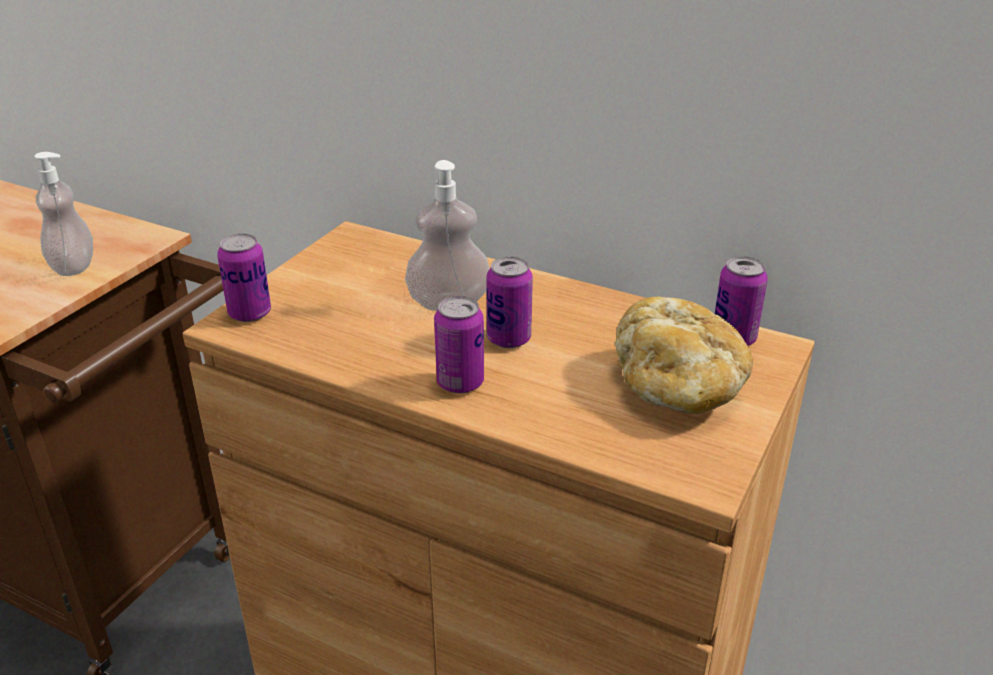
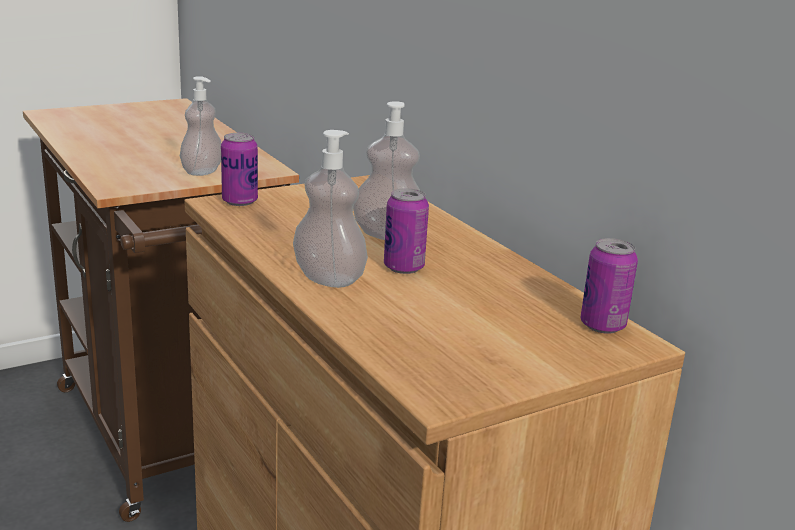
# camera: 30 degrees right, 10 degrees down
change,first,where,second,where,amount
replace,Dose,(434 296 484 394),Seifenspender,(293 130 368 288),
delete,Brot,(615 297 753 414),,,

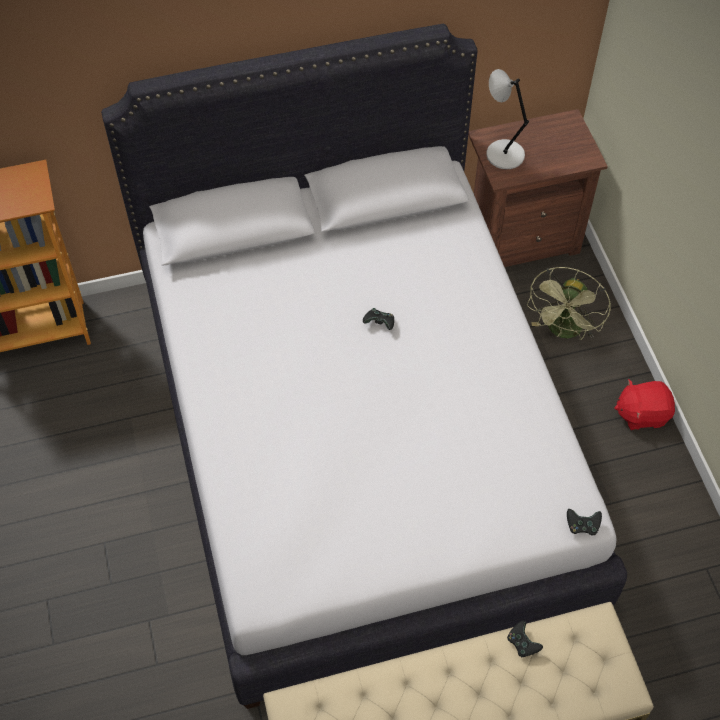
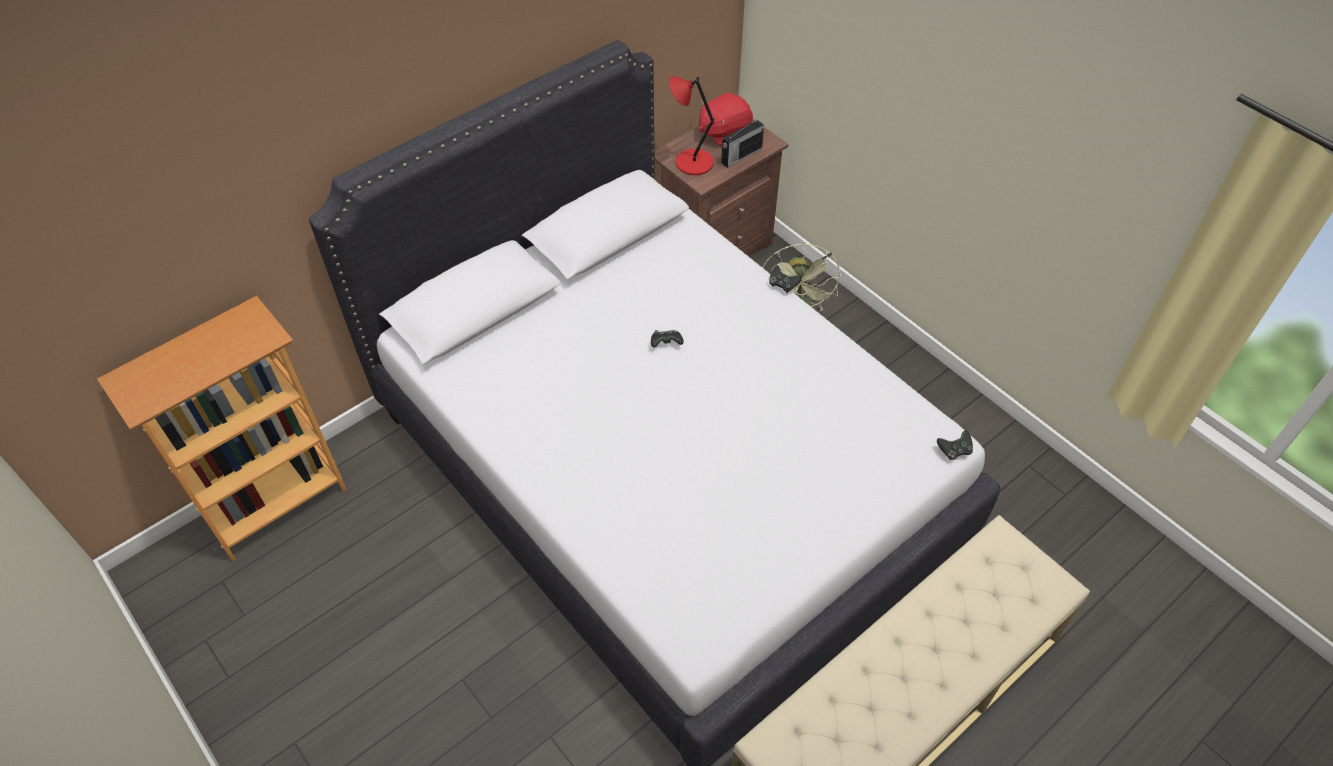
# camera: 25 degrees left, 5 degrees down
change,first,where,second,where,amount
recolor,Tischlampe [grau],(487 69 529 169),Tischlampe [rot],(669 76 714 175),
move,Gamepad [schwarz],(507 620 543 657),,(769 265 802 293),
move,Plüschtier [rot],(615 379 675 430),,(699 93 753 146),
insert,,,Radio,(721 120 764 168),

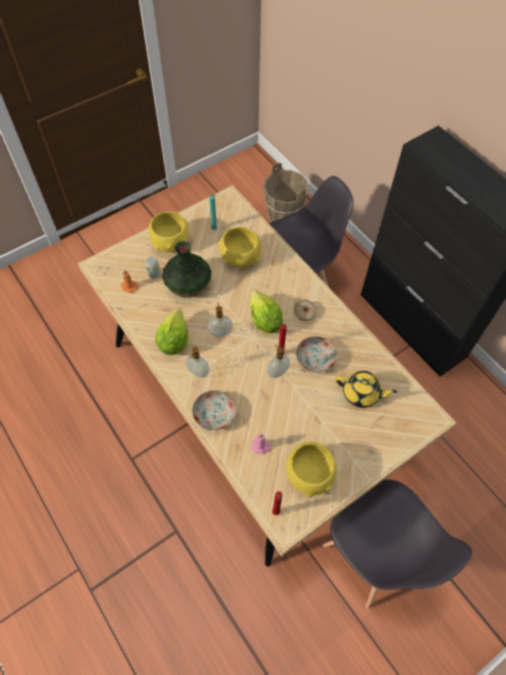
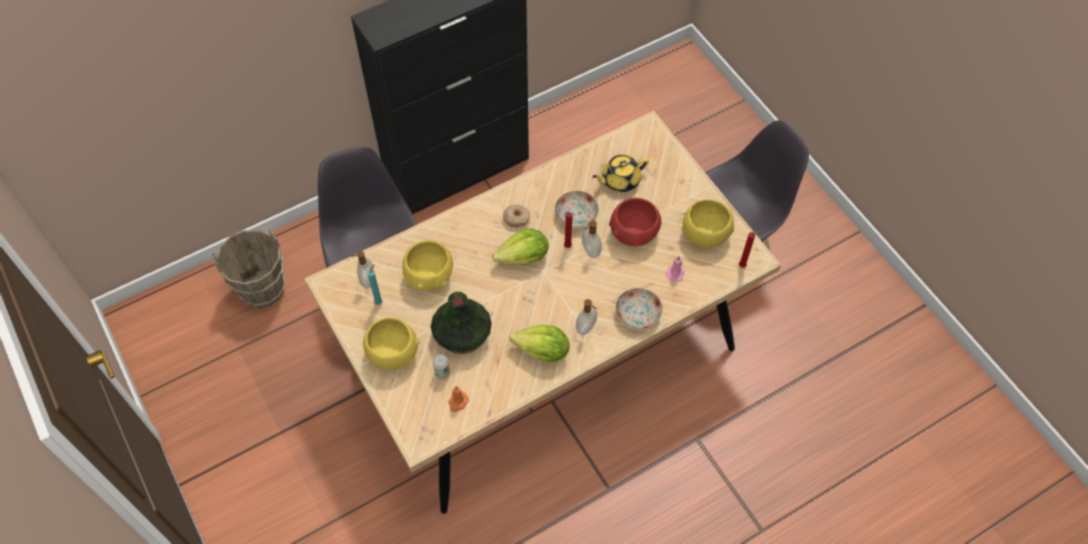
# camera: 85 degrees left, 0 degrees up
change,first,where,second,where,amount
move,Seifenspender,(208 303 233 337),,(351 251 374 289),
rotate,Teekanne [gelb],(335 371 397 408),,(592 155 649 192),135 degrees counterclockwise
insert,,,Schüssel [rot],(609 198 661 247),

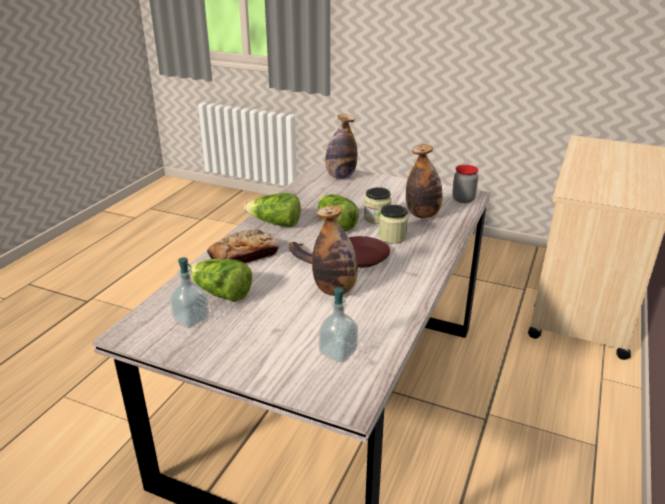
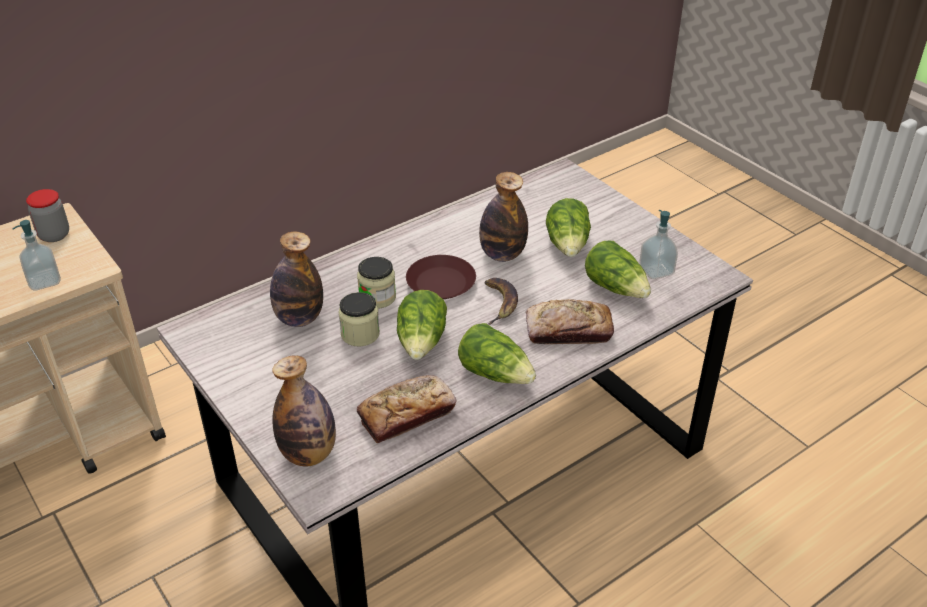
# camera: 150 degrees left, 10 degrees up
change,first,where,second,where,amount
move,Seifenspender,(319 287 358 362),,(12 220 61 291),
move,Vorratsglas,(452 165 478 203),,(26 189 69 242),
insert,,,Brot,(357 375 456 443),
insert,,,Salatkopf,(546 198 591 257),

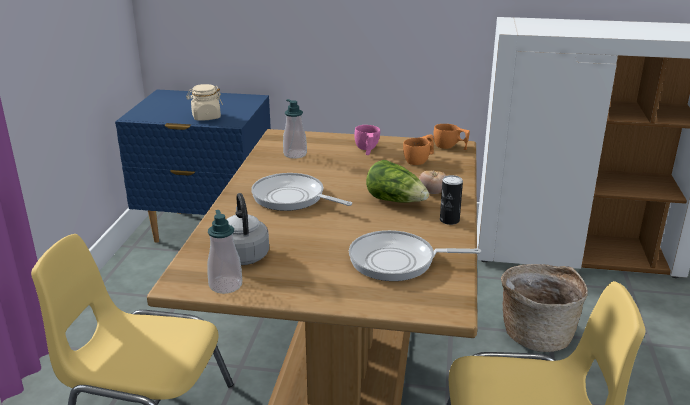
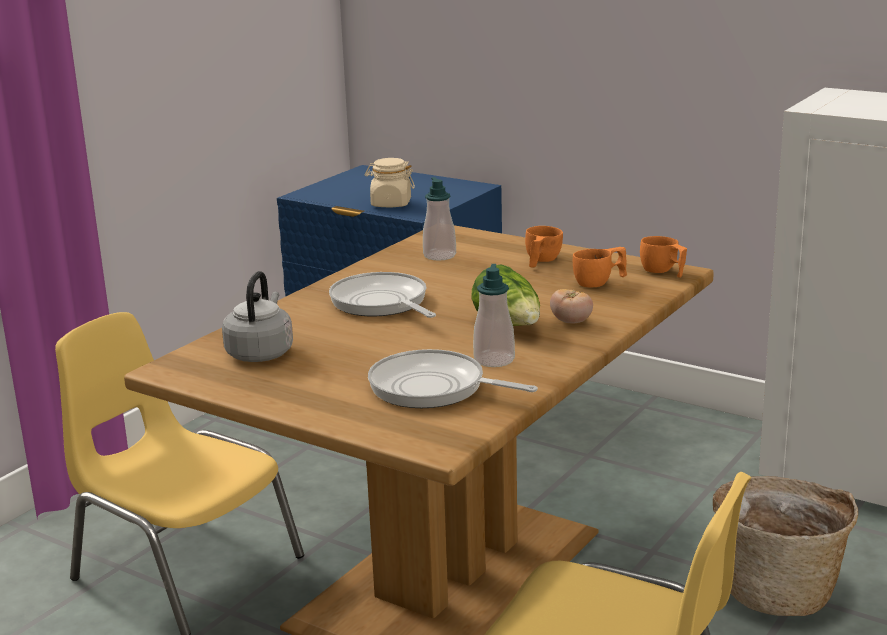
# camera: 25 degrees right, 5 degrees down
change,first,where,second,where,amount
move,Seifenspender,(207 210 242 294),,(473 264 515 367),
recolor,Tasse [rosa],(354 125 380 155),Tasse [orange],(525 226 563 268),
delete,Dose,(440 175 463 225),,,

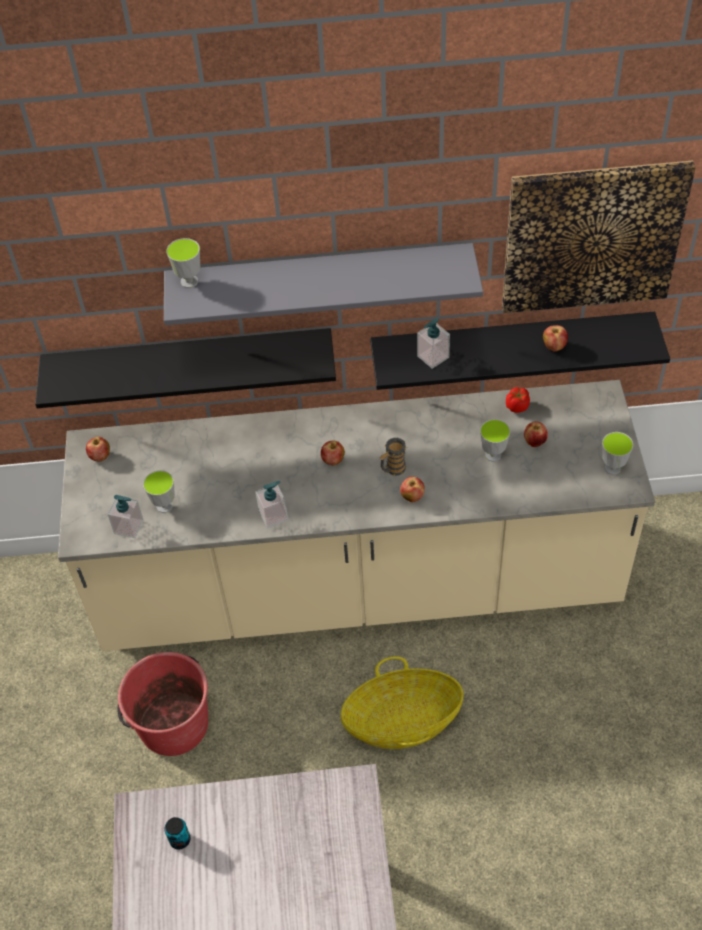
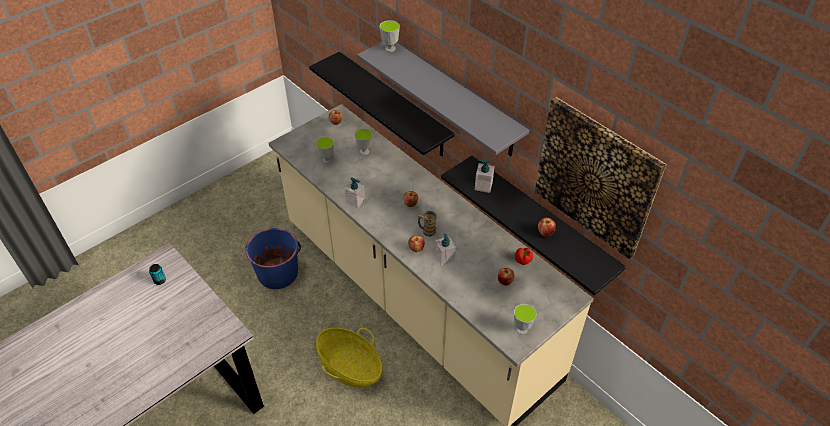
# camera: 50 degrees right, 5 degrees down
change,first,where,second,where,amount
move,Seifenspender,(108 495 144 538),,(435 233 456 265),
recolor,Eimer [rot],(118 652 208 756),Eimer [blau],(245 228 301 289),
move,Tasse,(480 419 510 462),,(354 128 372 155),

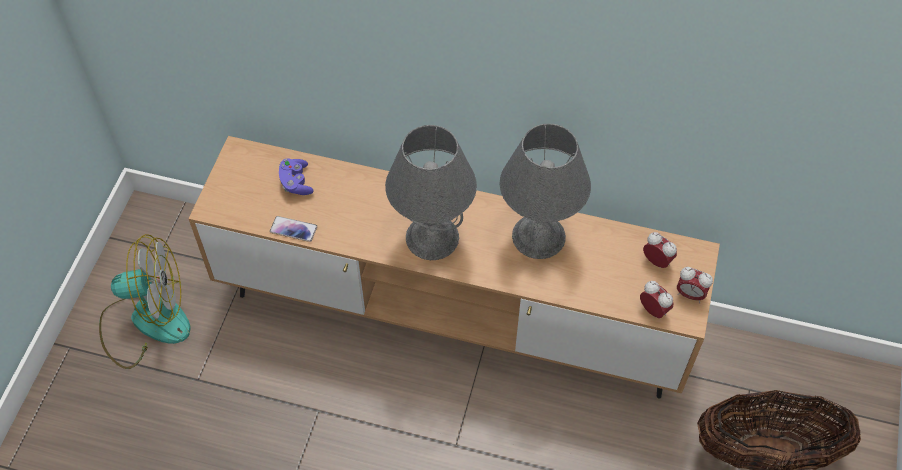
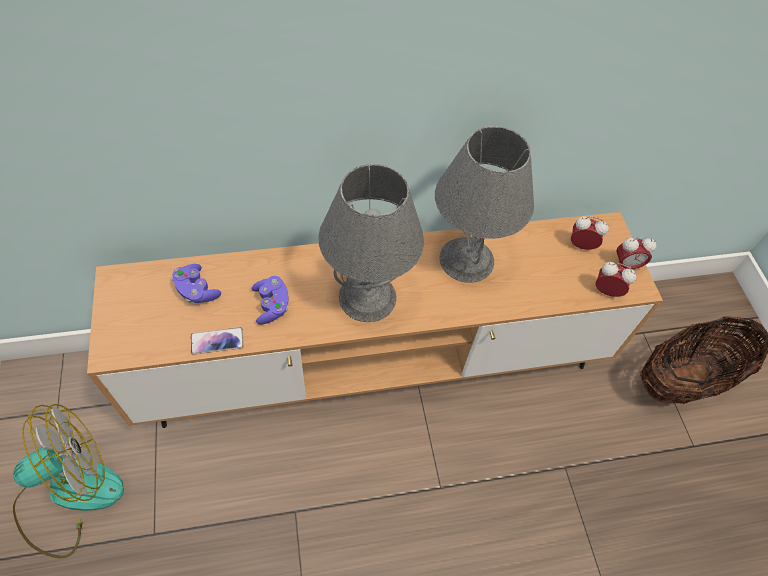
# camera: 30 degrees left, 0 degrees up
change,first,where,second,where,amount
insert,,,Gamepad [lila],(252 276 289 324),

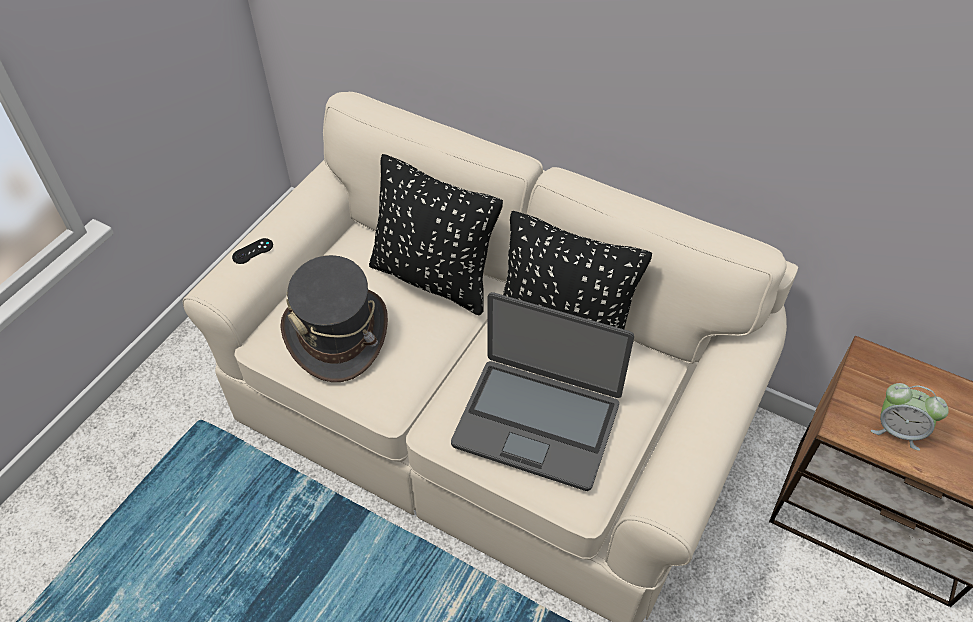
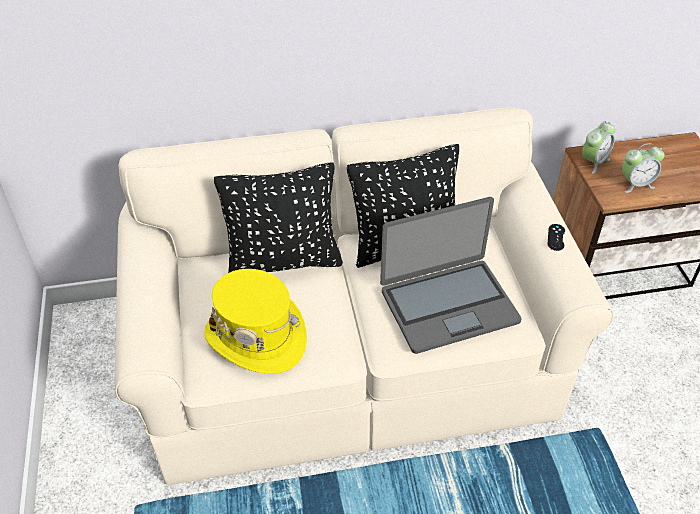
# camera: 40 degrees left, 5 degrees down
change,first,where,second,where,amount
move,Gamepad [schwarz],(232 238 273 264),,(548 224 565 251),
recolor,Hut [grau],(280 255 388 382),Hut [gelb],(204 269 307 374),
insert,,,Wecker,(582 121 615 173),

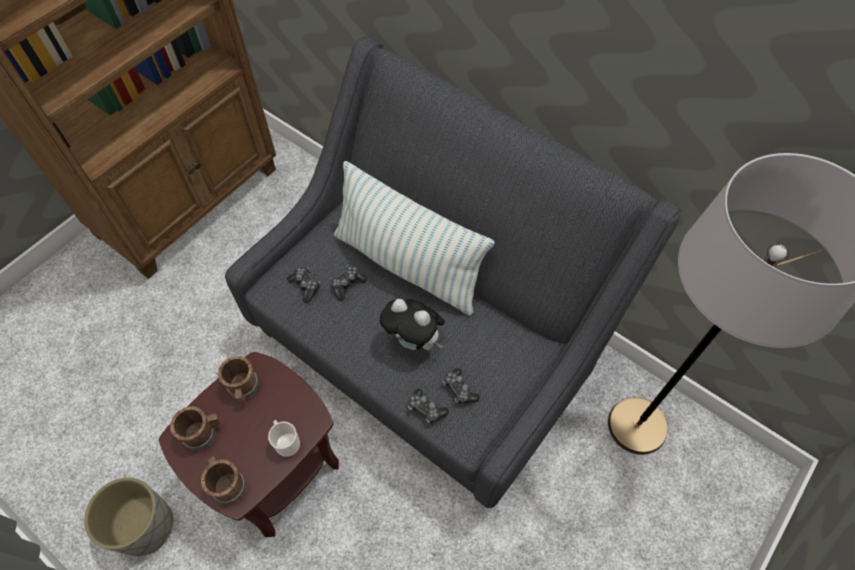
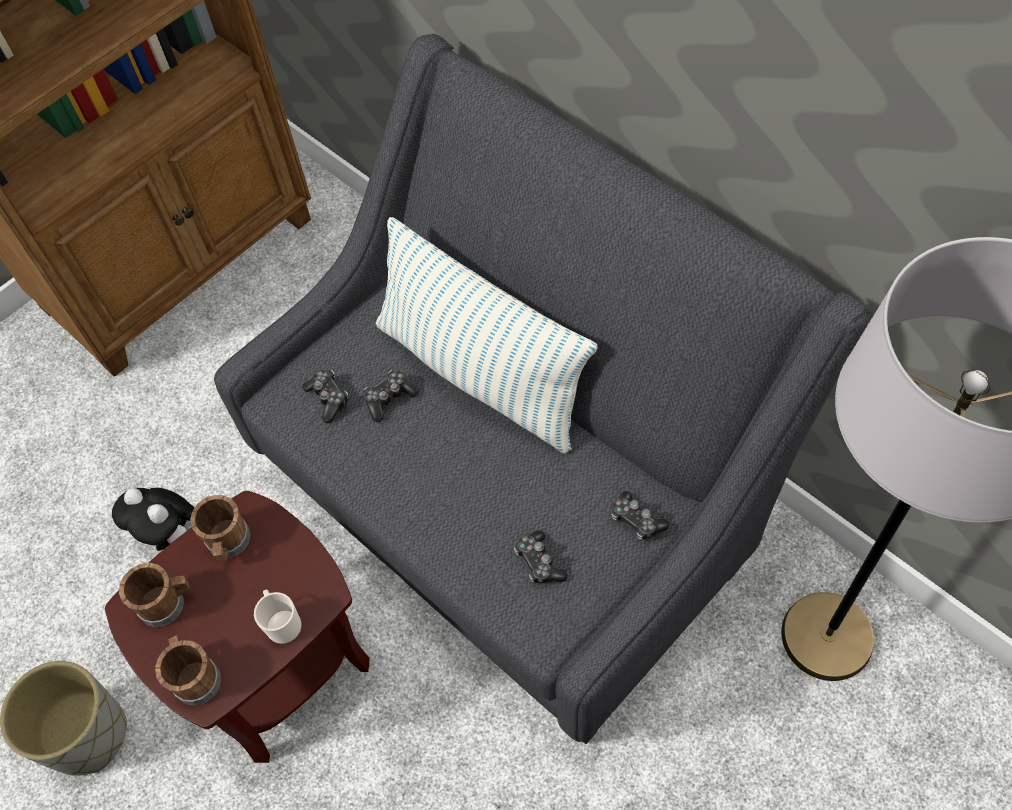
# camera: 10 degrees right, 0 degrees up
change,first,where,second,where,amount
move,Plüschtier,(380 299 445 350),,(112 488 194 551),
move,Gamepad,(408 389 449 424),,(611 491 669 540),

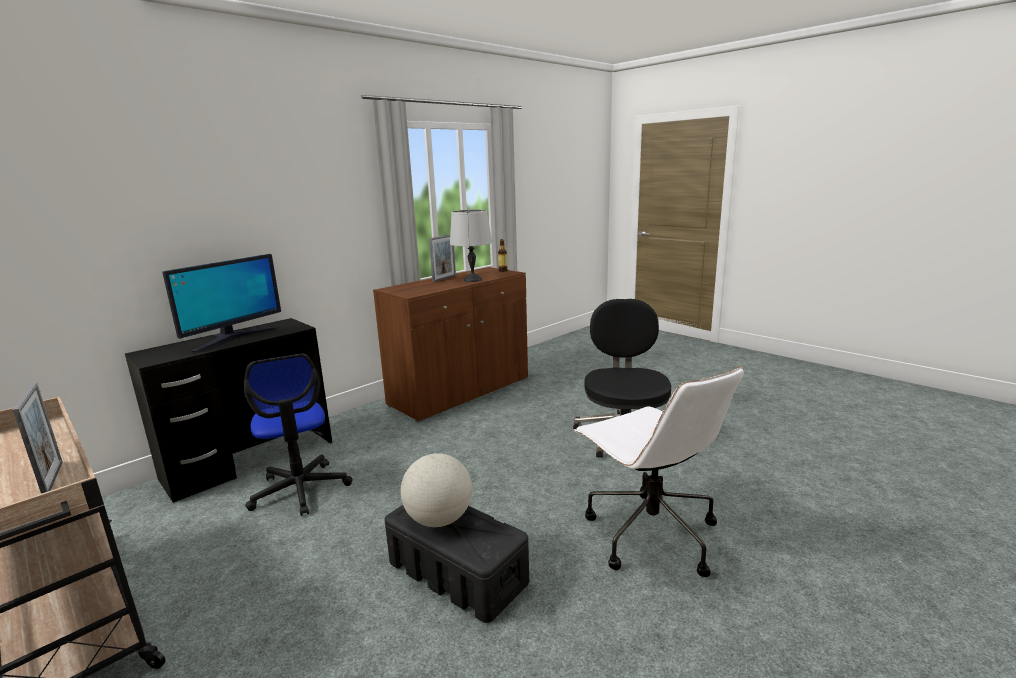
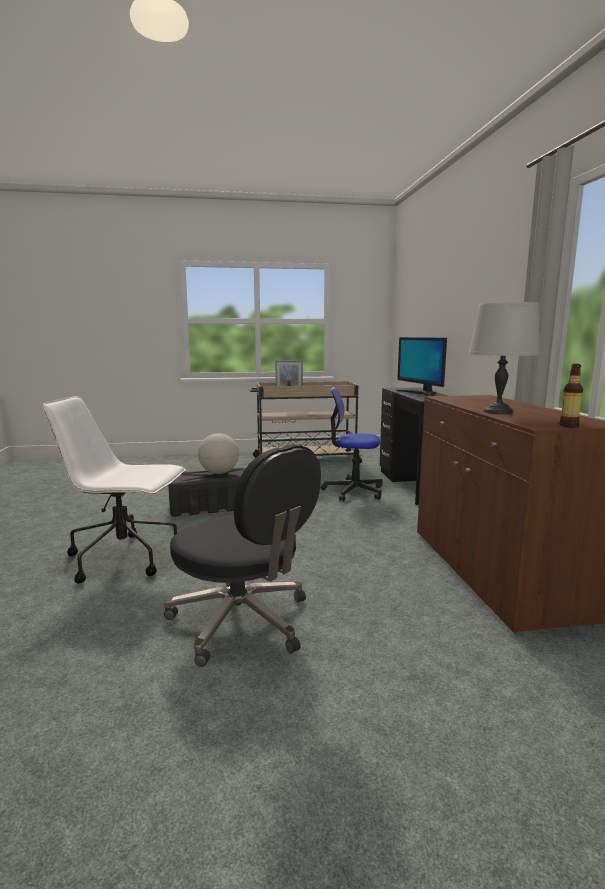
# camera: 125 degrees right, 5 degrees down
change,first,where,second,where,amount
delete,Bilderrahmen,(429 235 456 282),,,

